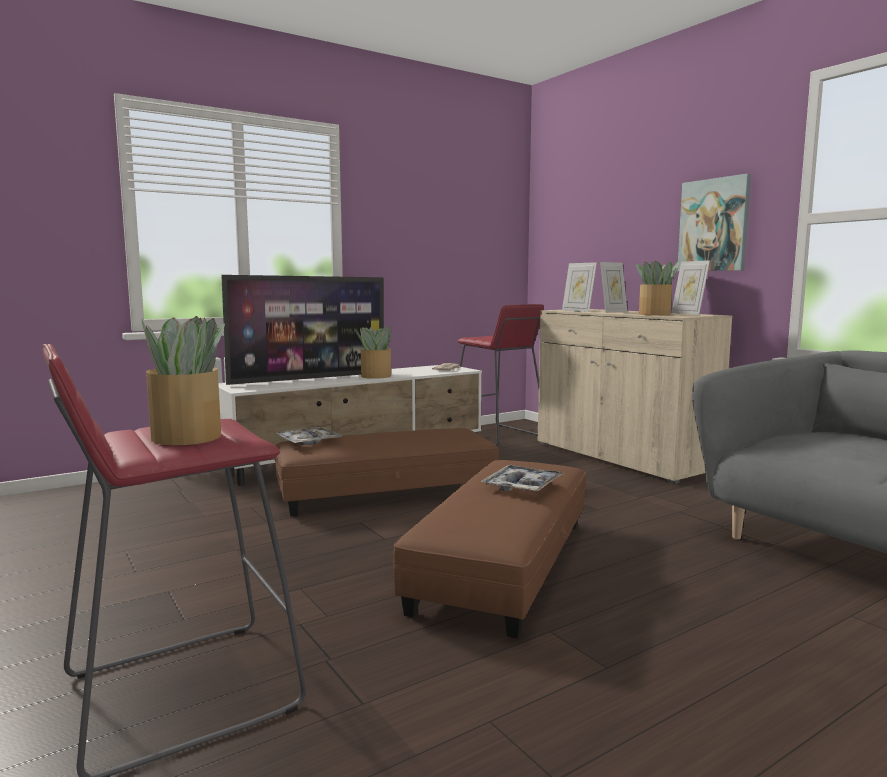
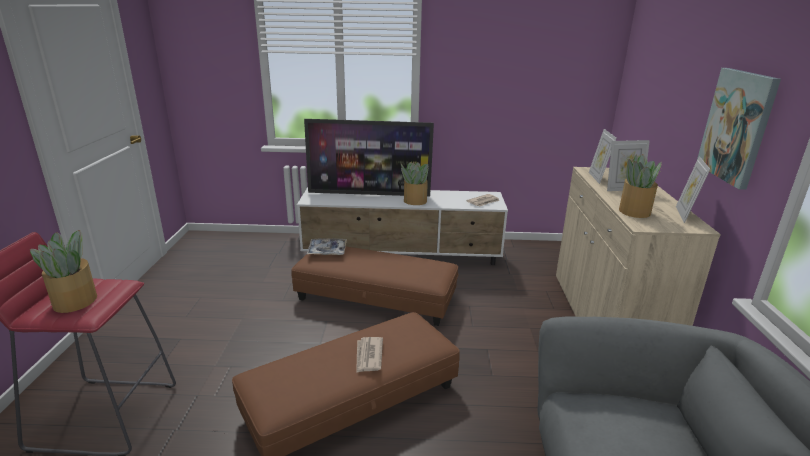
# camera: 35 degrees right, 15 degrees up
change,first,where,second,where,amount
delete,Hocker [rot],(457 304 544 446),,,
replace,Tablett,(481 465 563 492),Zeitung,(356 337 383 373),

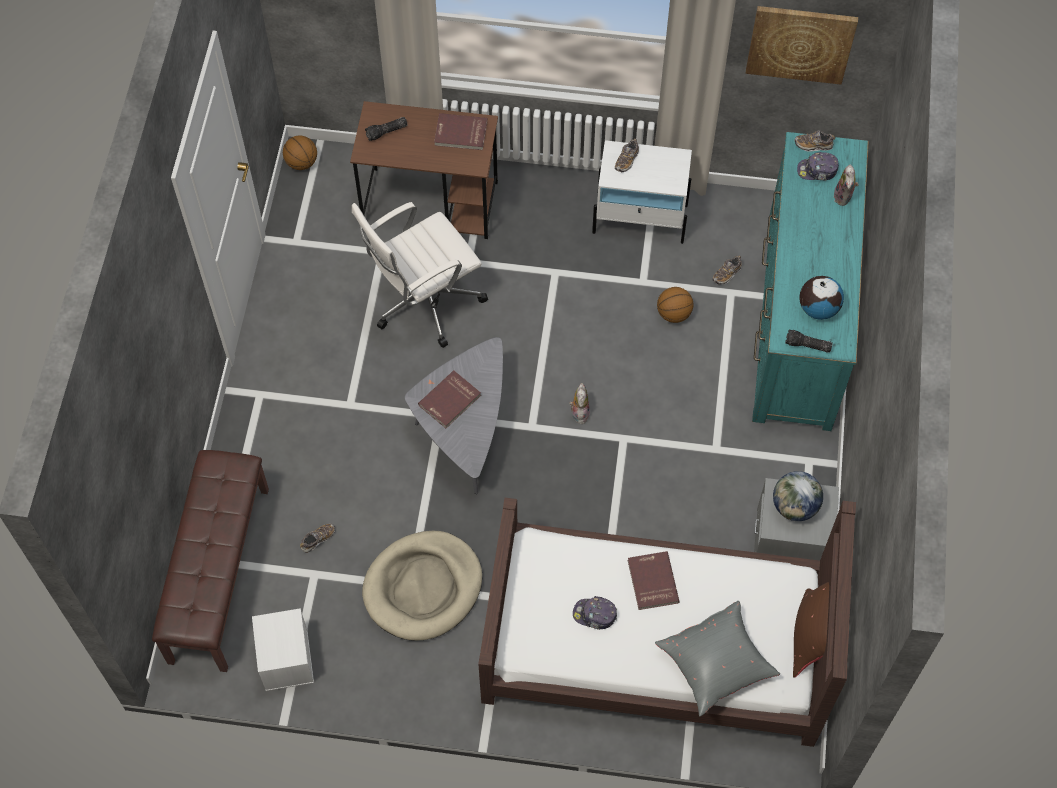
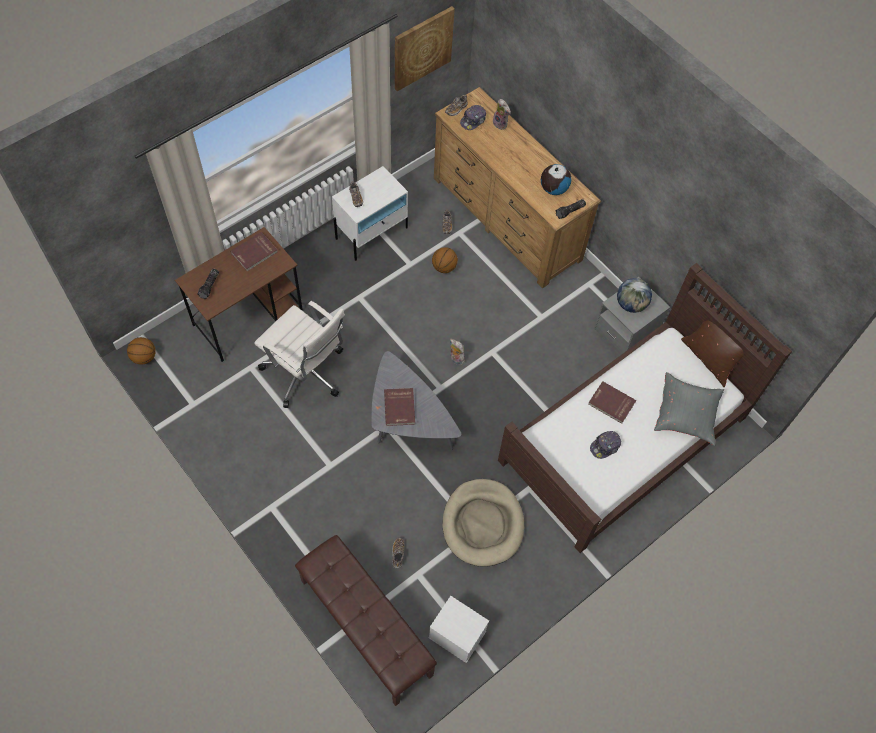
# camera: 50 degrees left, 0 degrees up
change,first,where,second,where,amount
rotate,Bürostuhl [weiß],(352 202 488 348),,(254 301 345 408),60 degrees counterclockwise
recolor,Kommode [türkis],(752 132 869 431),Kommode [braun],(434 87 601 288),

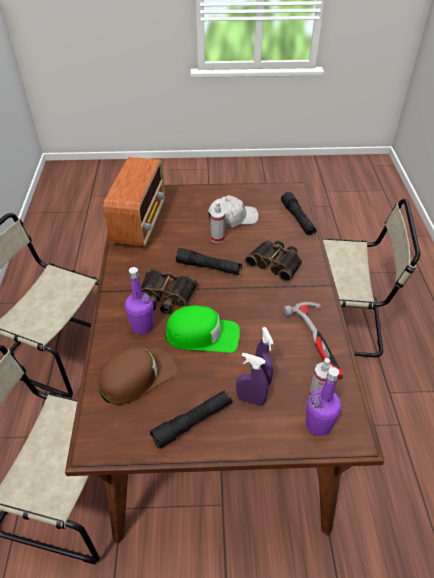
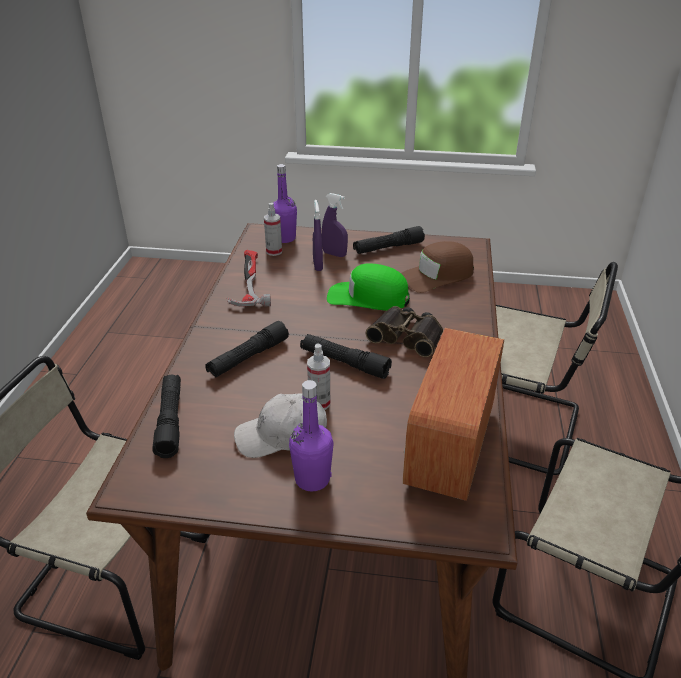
# camera: 170 degrees left, 10 degrees down
change,first,where,second,where,amount
move,Flasche [lila],(125 267 154 334),,(289 380 334 491),
replace,Fernglas,(245 240 302 282),Taschenlampe [schwarz],(205 321 289 378),

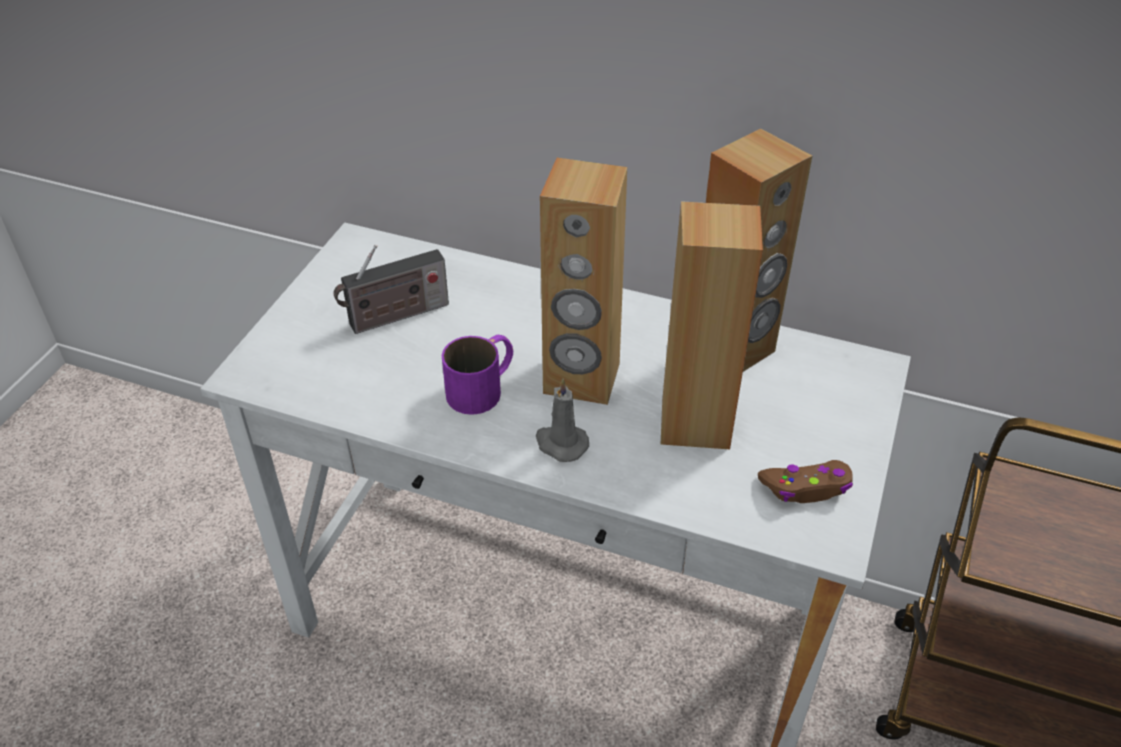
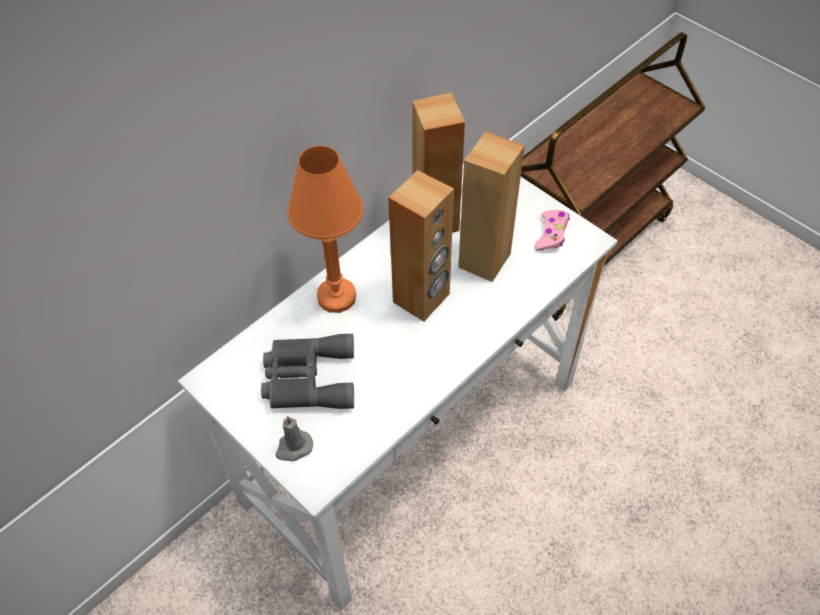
# camera: 65 degrees left, 10 degrees up
change,first,where,second,where,amount
replace,Radio,(333 245 449 334),Fernglas [grau],(261 334 354 409),
delete,Henkelbecher [lila],(442 335 513 415),,,
move,Kerze [grau],(536 378 589 462),,(275 416 313 461),
recolor,Gamepad [braun],(758 460 853 503),Gamepad [rosa],(534 210 570 251),
insert,,,Tischlampe [orange],(288 146 363 313),

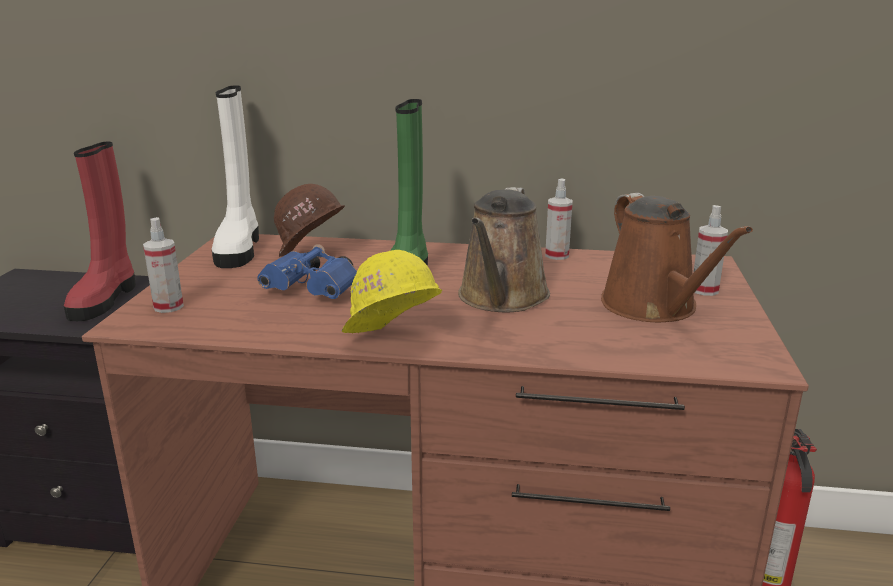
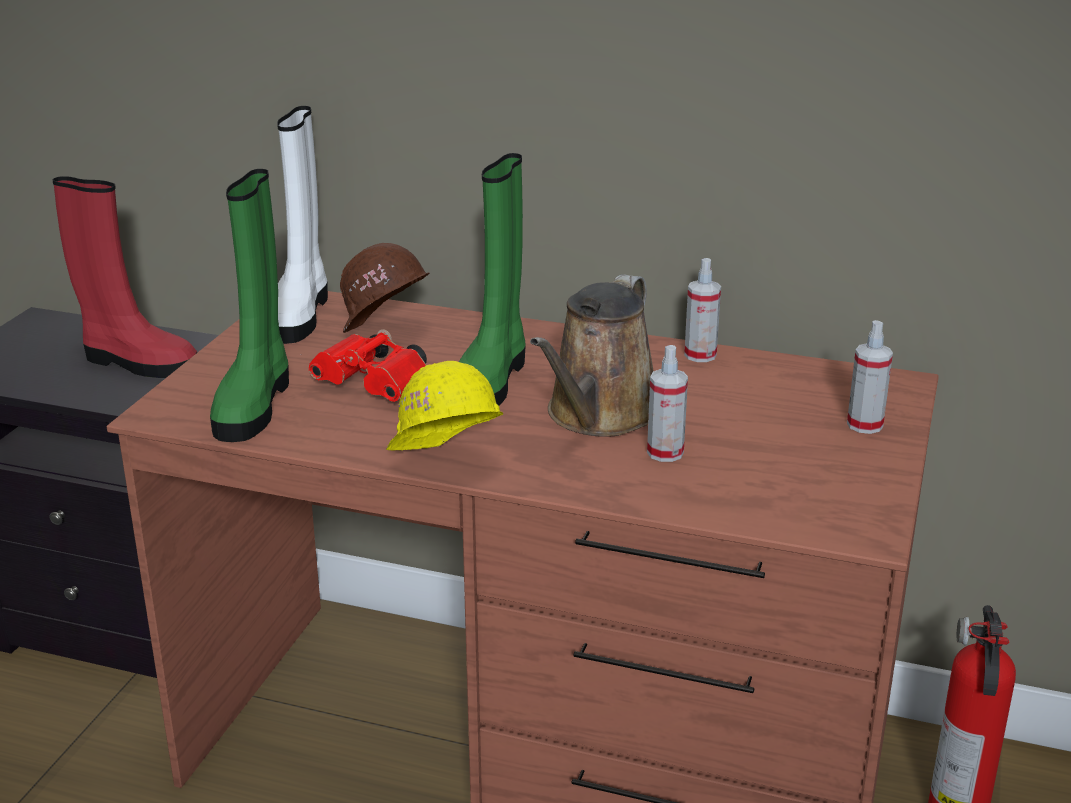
# camera: 10 degrees right, 5 degrees up
change,first,where,second,where,amount
rotate,Stiefel [rot],(64 142 136 321),,(53 176 197 378),90 degrees counterclockwise
move,Sprühflasche,(143 217 184 313),,(647 345 688 462),
recolor,Fernglas [blau],(257 244 357 299),Fernglas [rot],(309 329 427 402),
delete,Gießkanne [braun],(601 193 753 322),,,
insert,,,Stiefel [grün],(210 169 289 442),

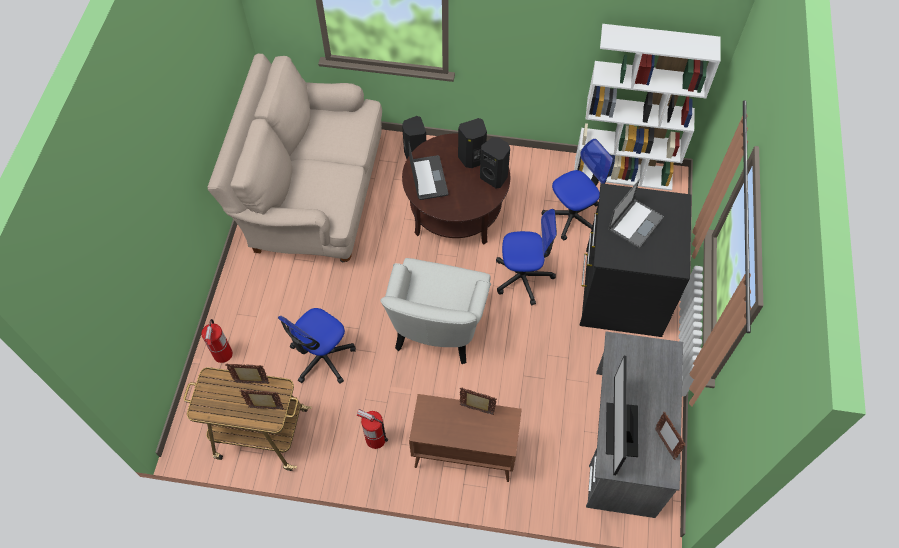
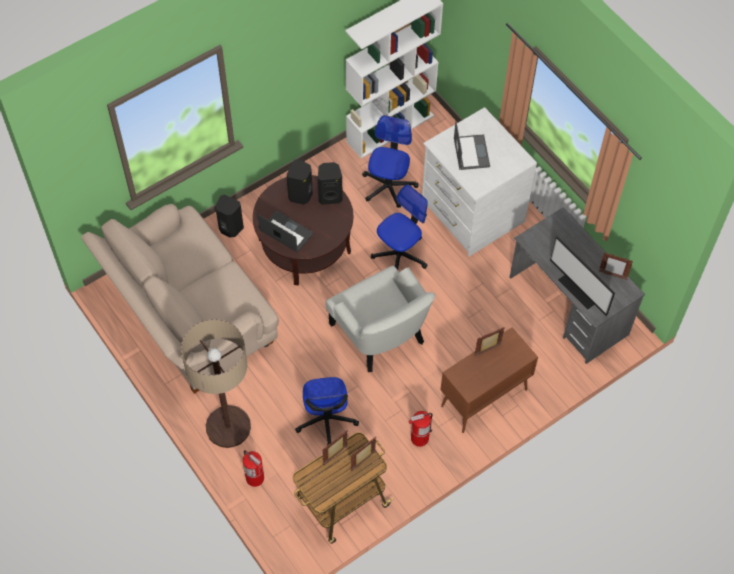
# camera: 45 degrees left, 0 degrees up
change,first,where,second,where,amount
recolor,Kommode [schwarz],(580 183 692 337),Kommode [weiß],(422 107 537 256),
insert,,,Stehlampe,(181 319 251 448),

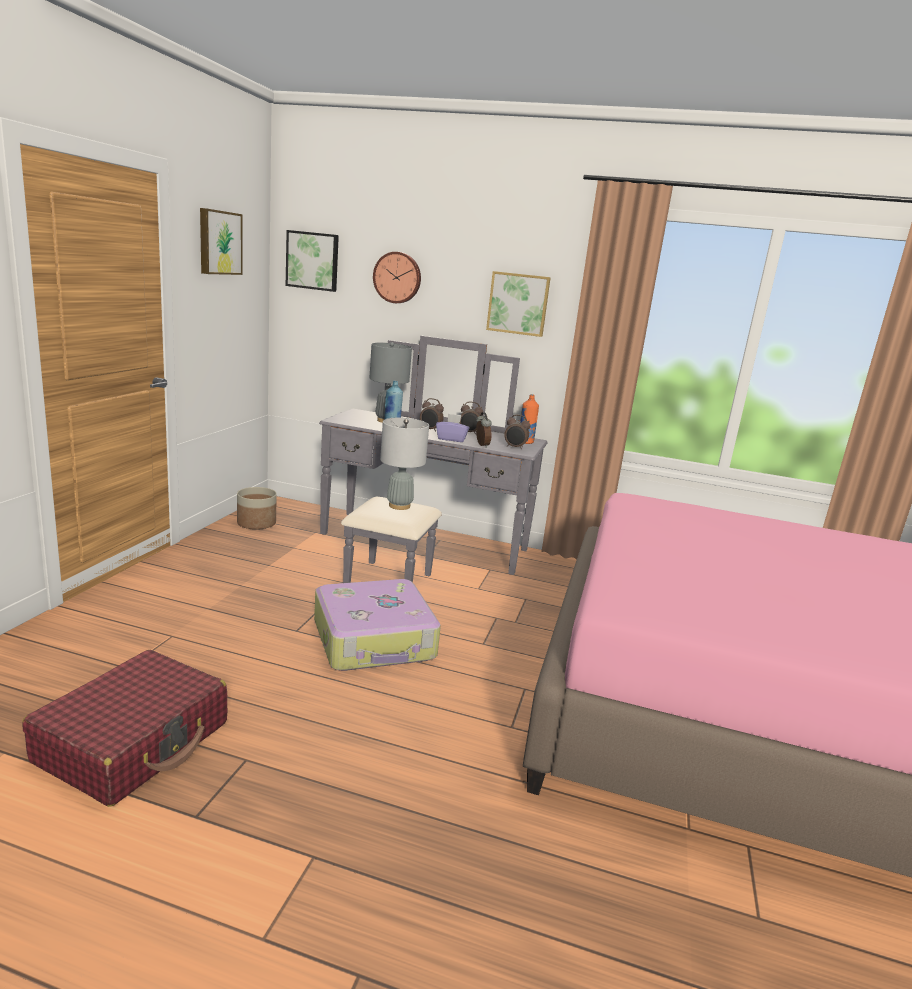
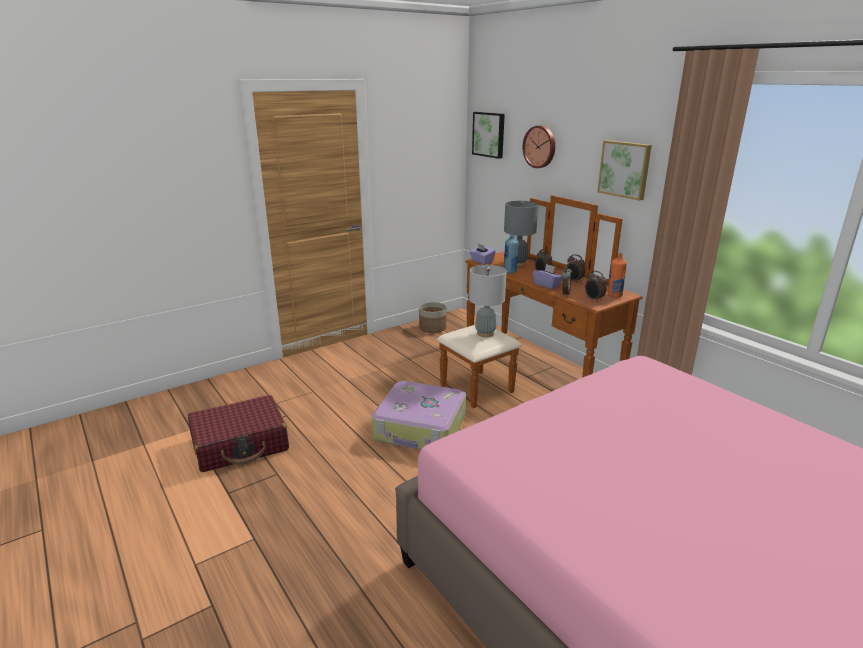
# camera: 40 degrees right, 5 degrees up
change,first,where,second,where,amount
delete,Bild,(200 208 242 275),,,
recolor,Kommode [grau],(319 336 548 583),Kommode [braun],(437 195 643 408),
insert,,,Taschentuchbox [lila],(470 244 496 264),

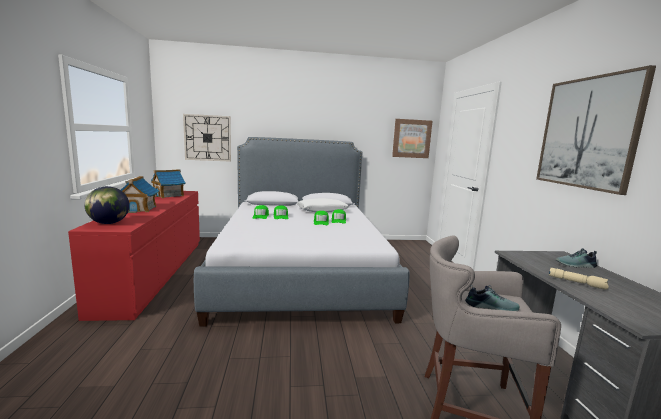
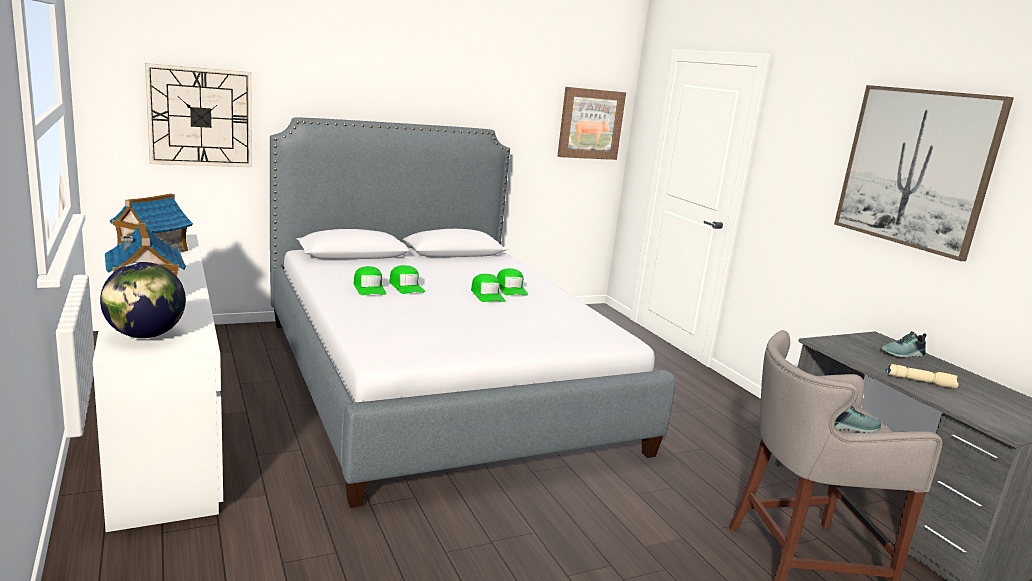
# camera: 20 degrees left, 5 degrees up
change,first,where,second,where,amount
recolor,Kommode [rot],(68 191 200 321),Kommode [weiß],(93 235 223 532),
delete,Kissen [weiß],(297 198 349 212),,,

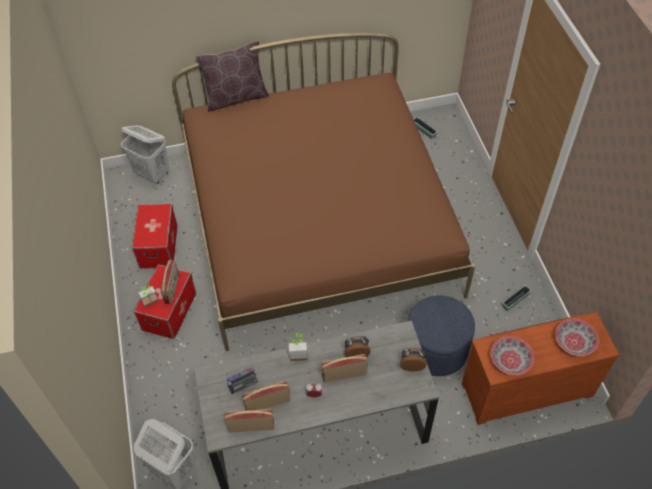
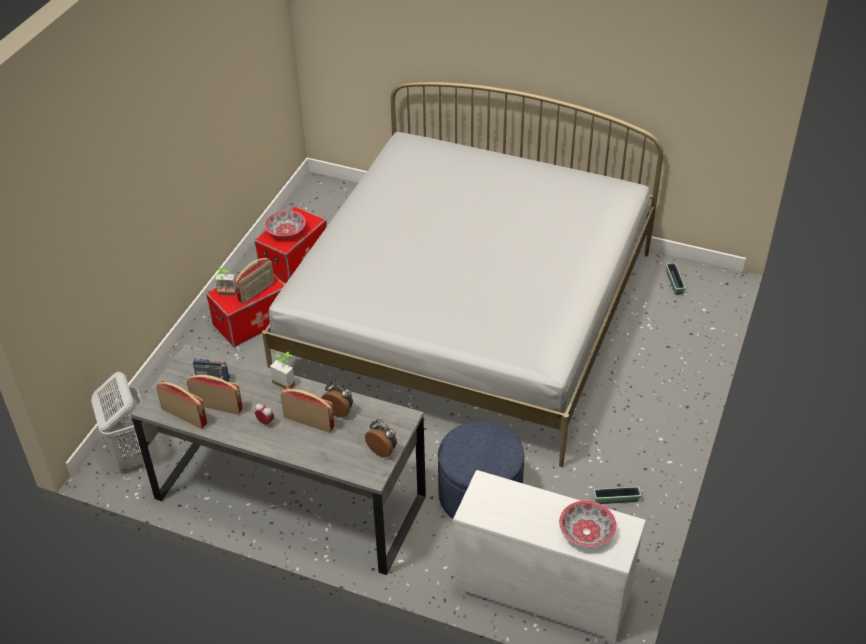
# camera: 35 degrees right, 10 degrees down
change,first,where,second,where,amount
delete,Wäschekorb [weiß],(121 125 169 184),,,
recolor,Bett [braun],(172 33 476 351),Bett [weiß],(262 81 663 467),
delete,Kissen [braun],(196 41 269 112),,,
recolor,Kommode [braun],(462 312 619 425),Kommode [weiß],(453 470 646 643),
move,Schüssel,(491 337 534 375),,(264 210 306 238),

